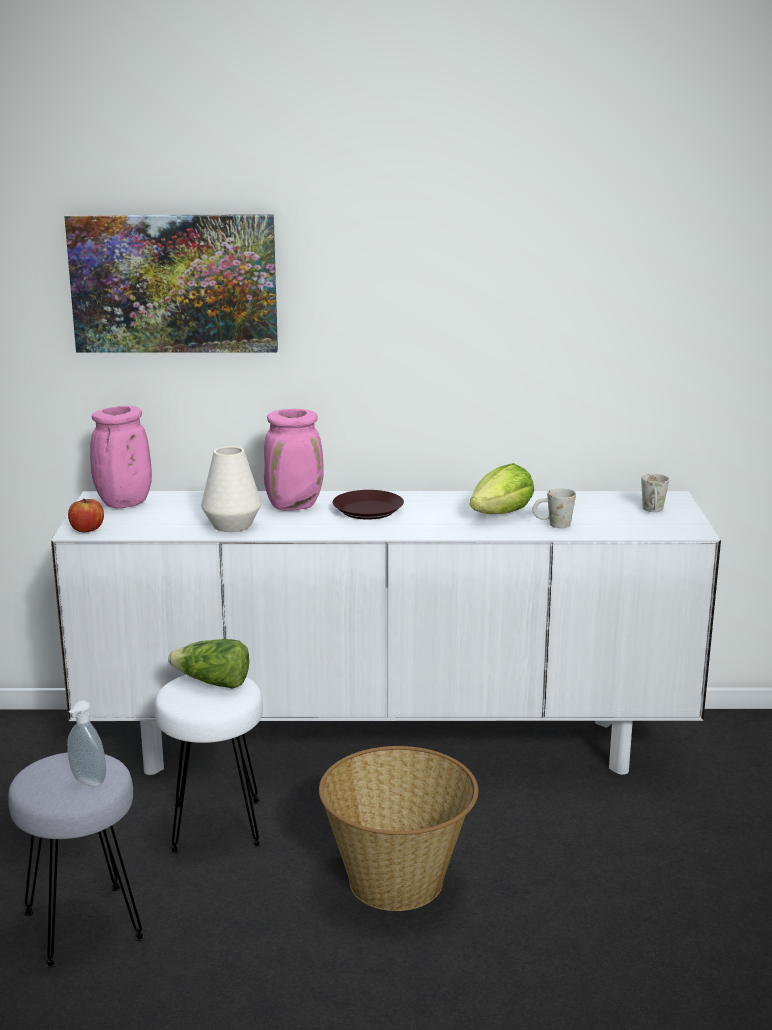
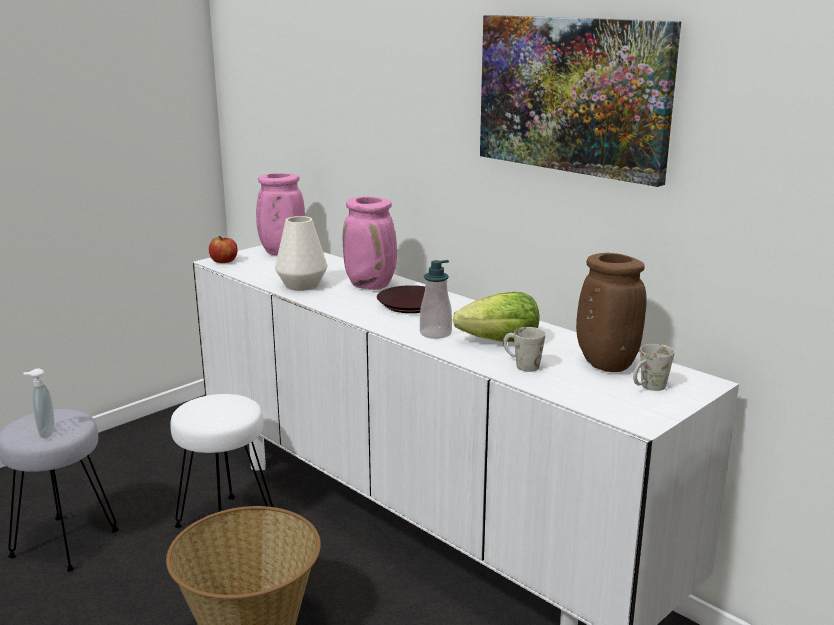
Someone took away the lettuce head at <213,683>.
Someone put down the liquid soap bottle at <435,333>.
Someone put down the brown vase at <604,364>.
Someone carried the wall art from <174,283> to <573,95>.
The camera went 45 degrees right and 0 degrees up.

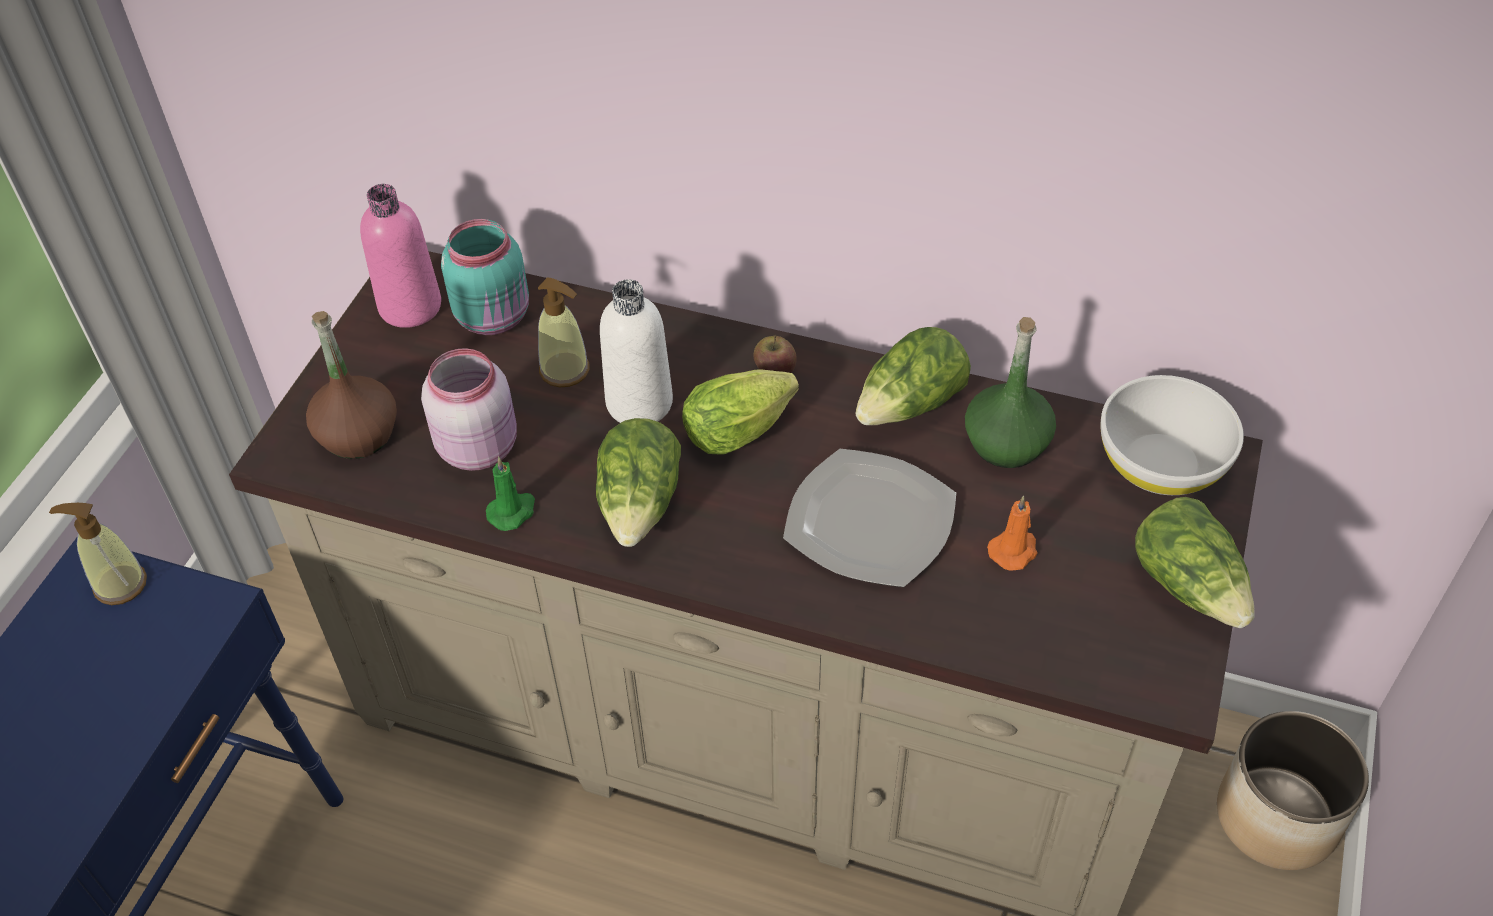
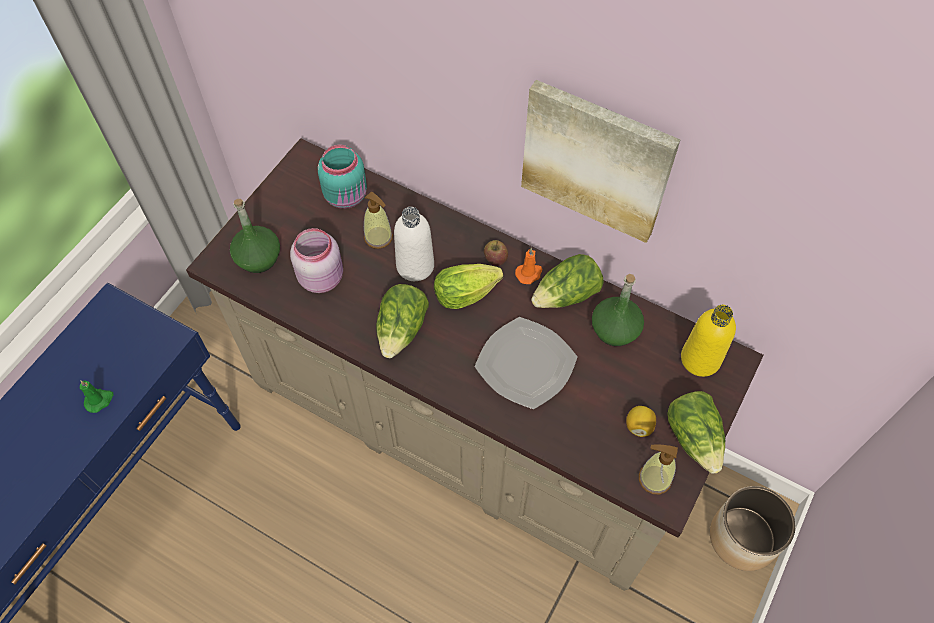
Someone took away the pinkish bottle at <410,306>.
Someone put up the wall art at <596,160>.
Someone put down the citrus fruit at <638,426>.
Someone carried the liquid soap bottle from <120,584> to <654,478>.
Someone carried the greenish candle from <512,511> to <99,400>.
Someone carried the orange candle from <1014,550> to <529,273>.
Someone swapped the white bowl at <1161,464> for the yellow-coloured bottle at <700,359>.
Someone repainted the brown bottle at <358,434>, which became the greenish bottle at <258,258>.
The camera went 10 degrees right and 10 degrees up.

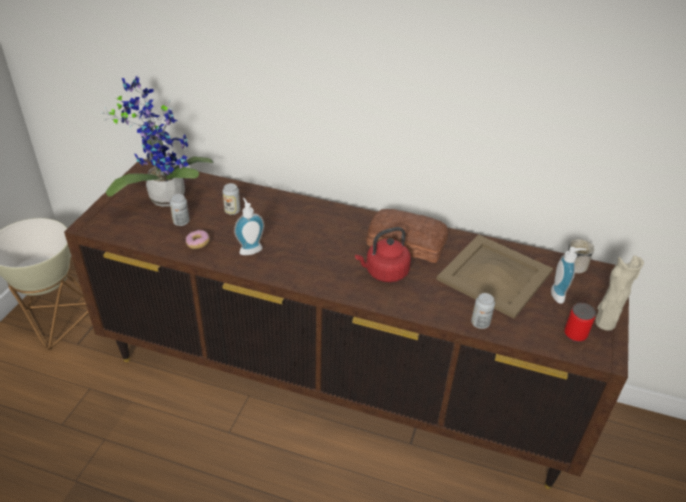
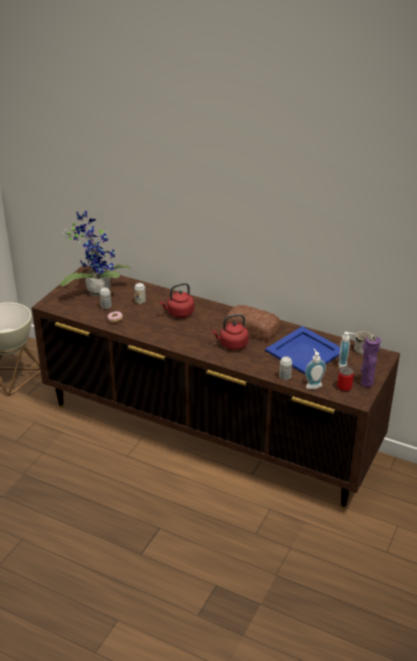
Someone put down the red water kettle at <179,313>.
Someone carried the liquid soap bottle from <250,249> to <313,385>.
Someone repainted the beige tray at <496,275>, which became the blue-coloured tray at <305,351>.
Someone repainted the beige vase at <604,323>, which became the purplish vase at <366,382>.
The camera went 10 degrees right and 5 degrees down.

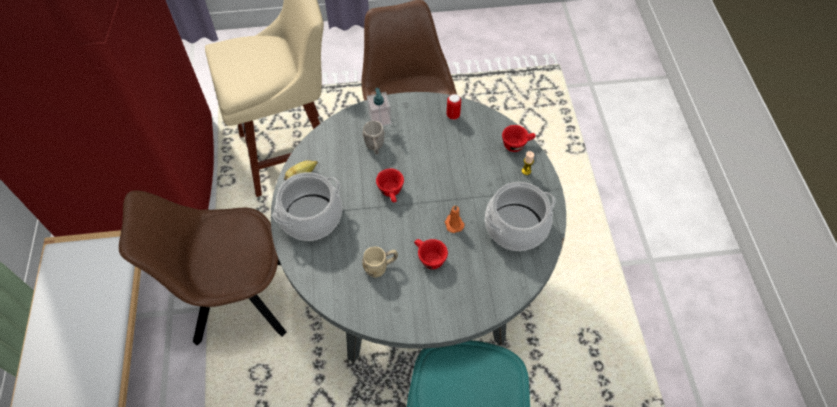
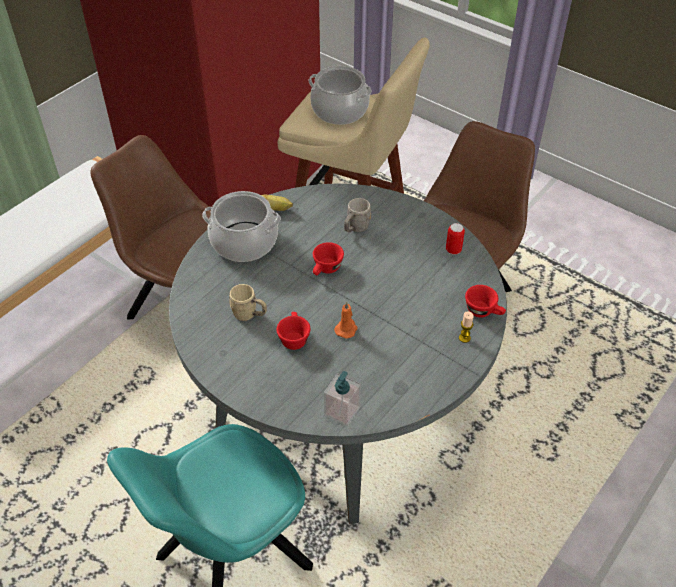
Someone carried the liquid soap bottle from <380,119> to <342,411>.
Someone carried the cooking pot from <516,226> to <340,110>.
The camera went 45 degrees right and 10 degrees down.

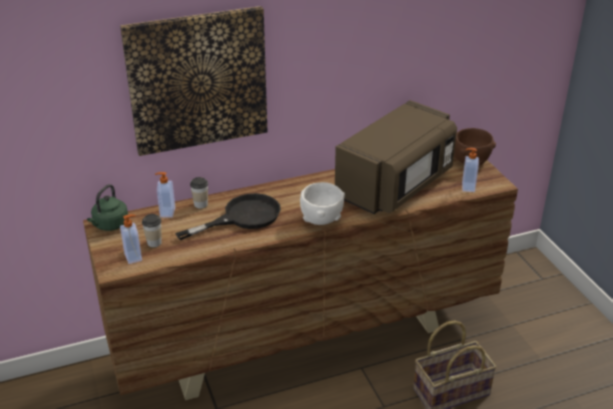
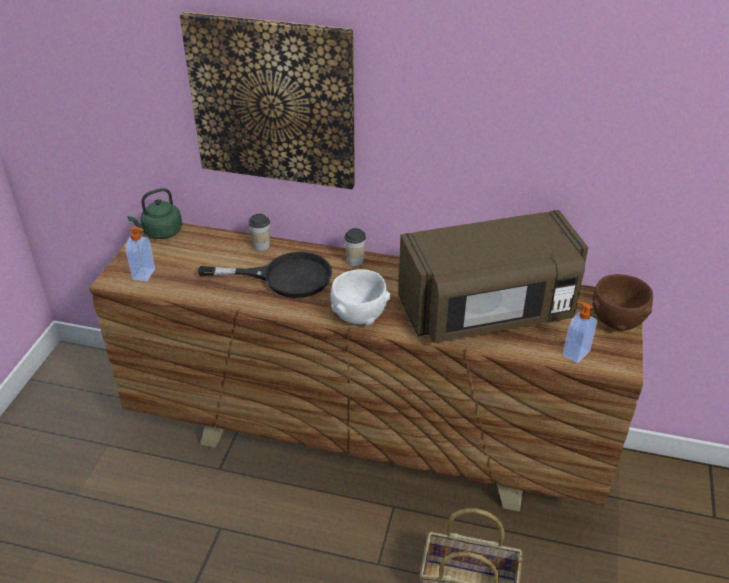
Someone took away the liquid soap bottle at <167,212>.
Someone carried the drinking cup from <154,242> to <355,261>.
The camera went 35 degrees right and 5 degrees up.

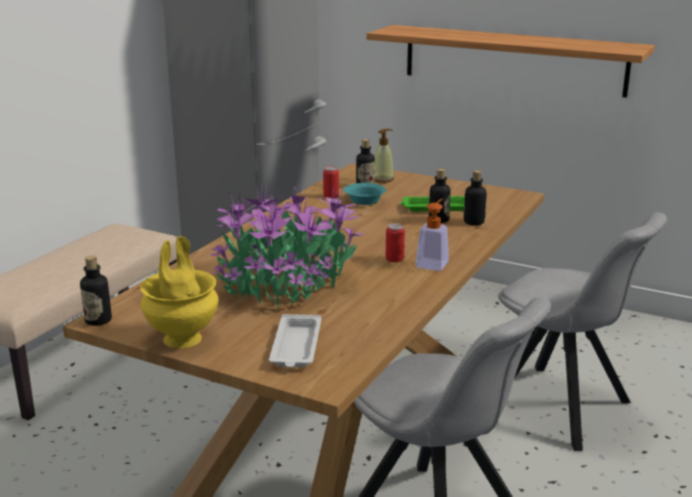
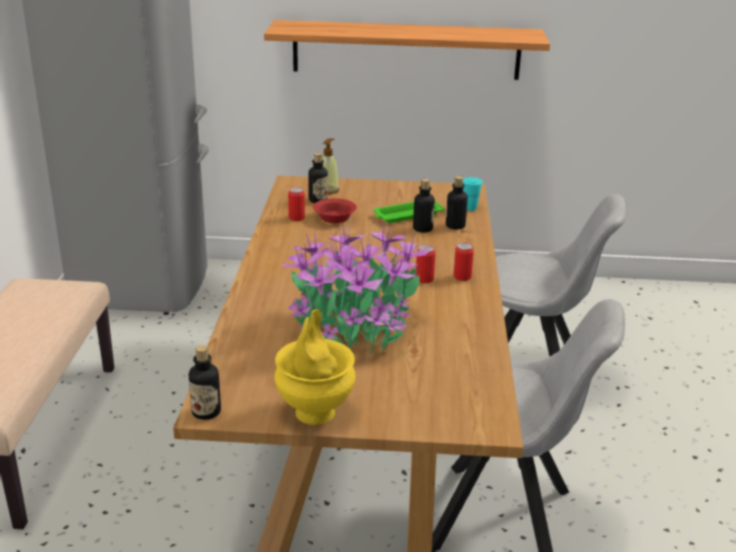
Someone took away the white tray at <296,347>.
Someone put down the blue-green drinking cup at <470,208>.
Someone swapped the liquid soap bottle at <433,263> for the metal can at <462,277>.
Someone repainted the blue-green bowl at <363,201>, which became the red bowl at <333,218>.
The camera went 25 degrees left and 5 degrees up.

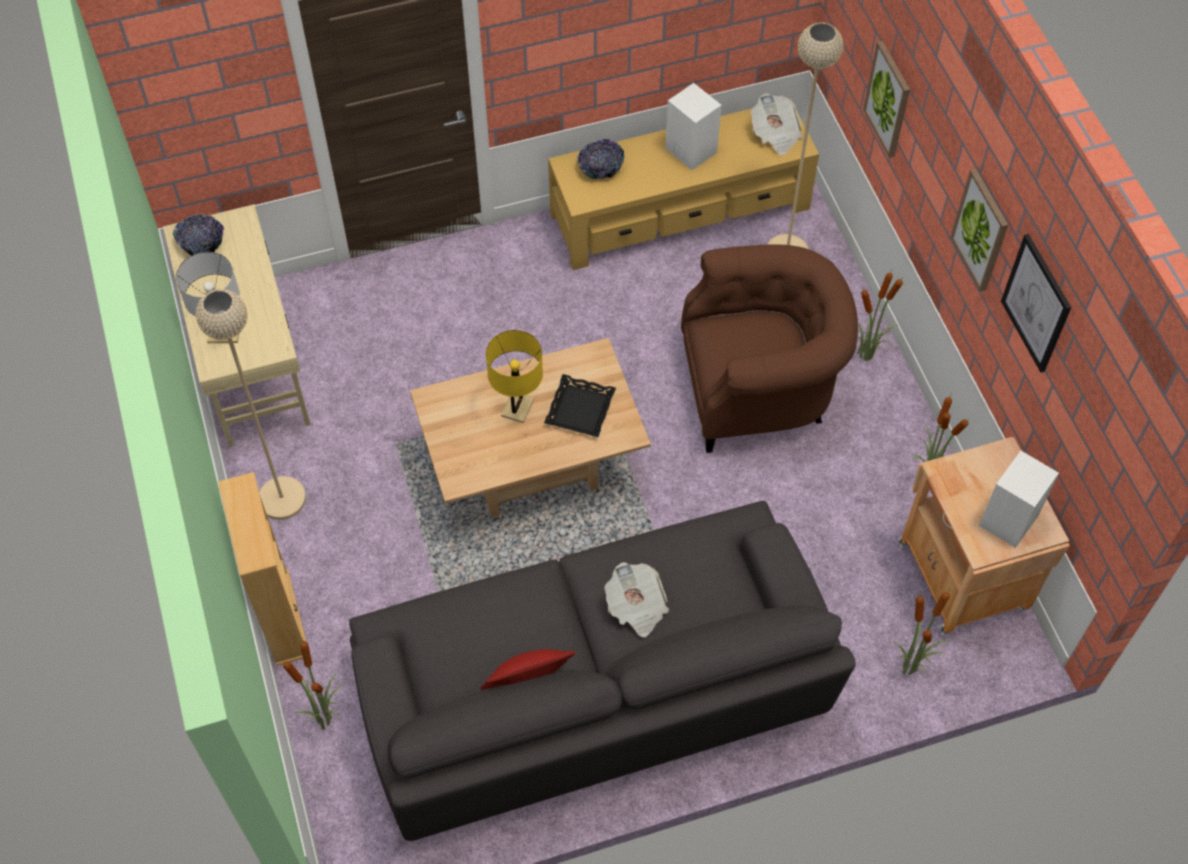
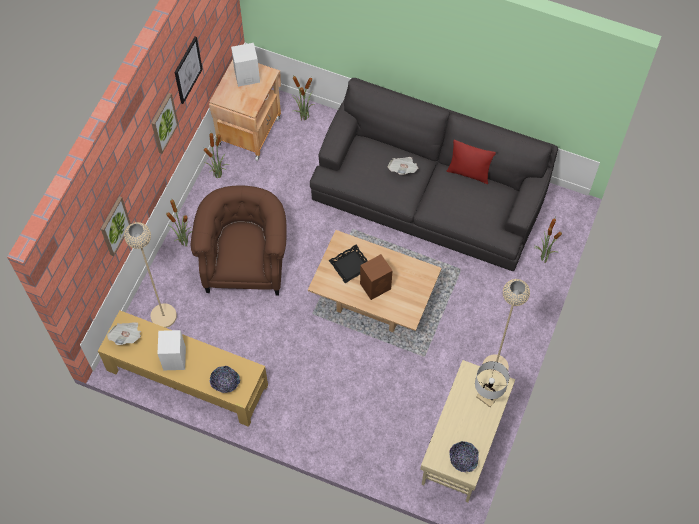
Someone took away the beige bookshelf at <281,617>.
Someone swapped the yellow-coloured table lamp at <517,408> for the brown audio speaker at <376,286>.
Someone rotated the brown lounge chair at <759,391> by 60 degrees clockwise.
The camera went 140 degrees left and 5 degrees up.

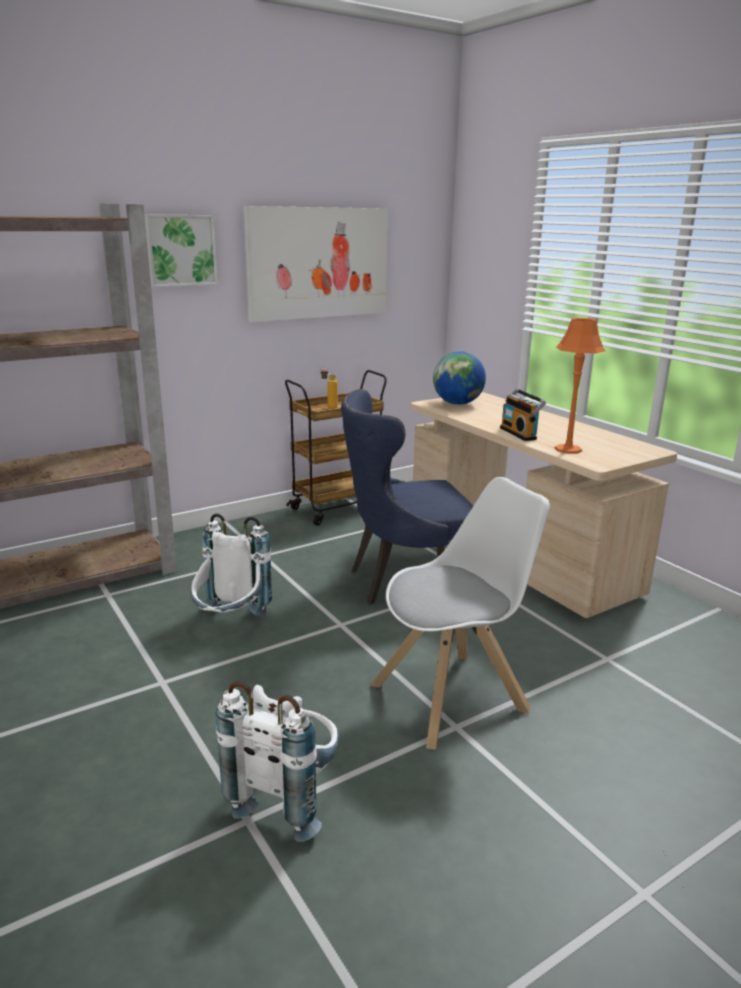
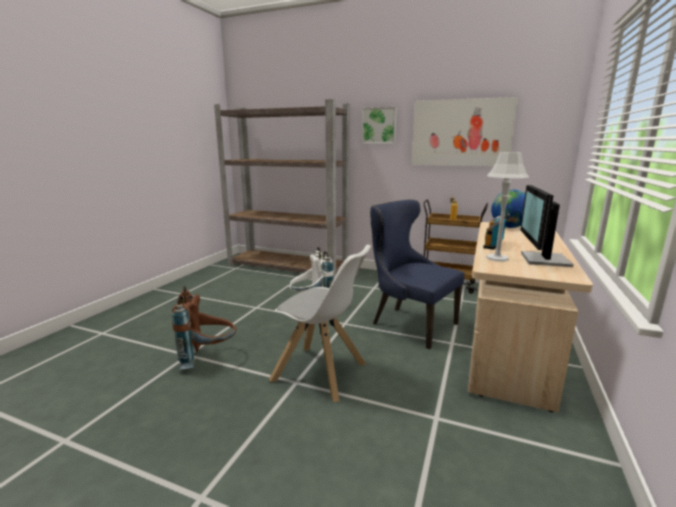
Someone put down the computer display at <543,260>.
Someone repainted the white knapsack at <287,796>, which became the brown knapsack at <208,357>.
Someone repainted the orange table lamp at <568,449>, which became the greyish table lamp at <497,258>.
The camera went 55 degrees right and 5 degrees down.

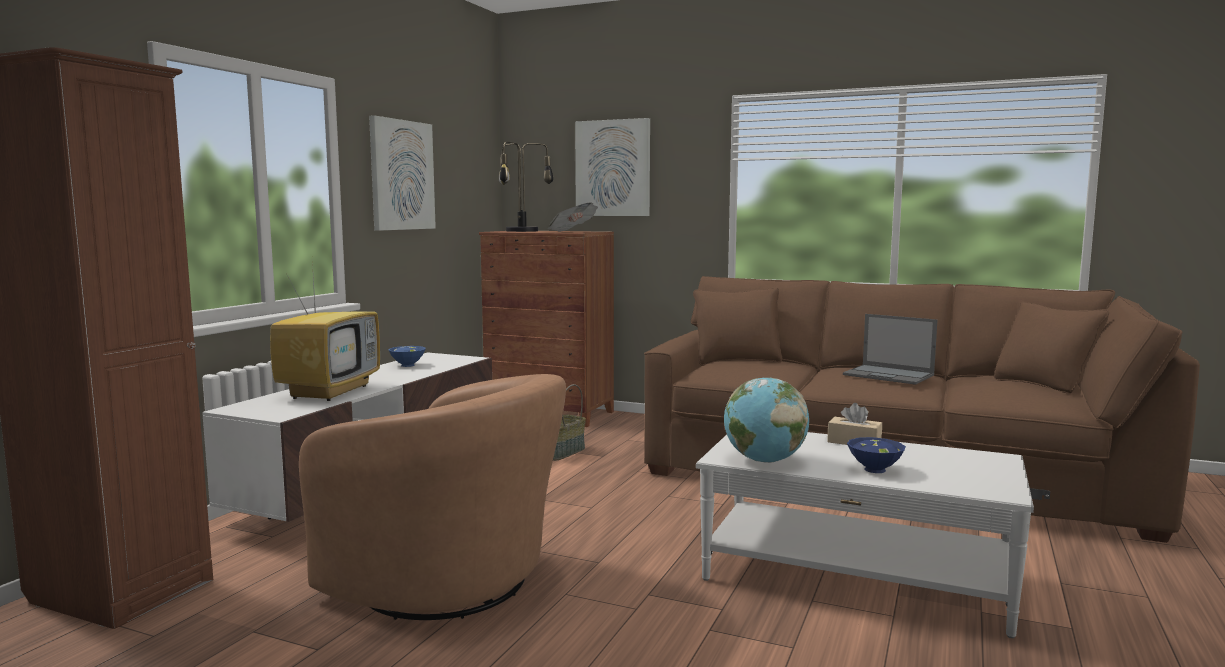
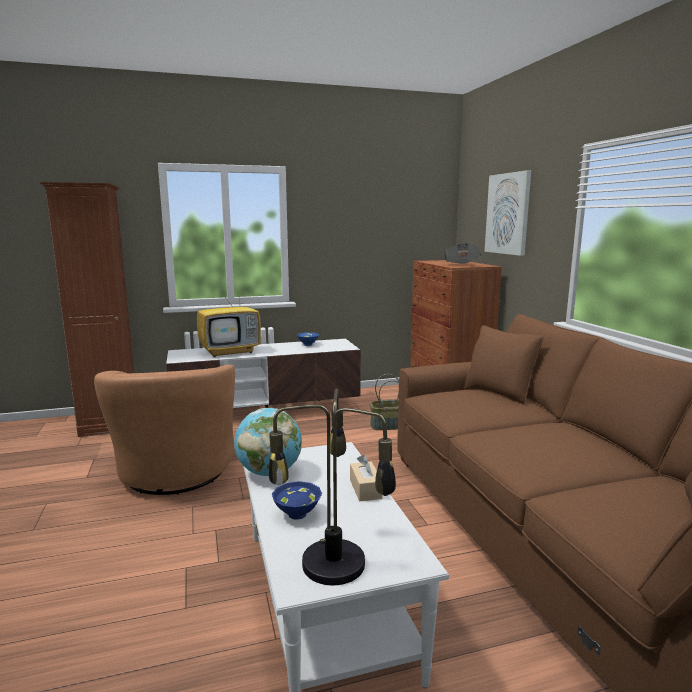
Someone took away the wall art at <401,175>.
Someone took away the portable computer at <889,375>.
Someone carried the table lamp from <521,231> to <334,563>.
The camera went 50 degrees right and 5 degrees up.

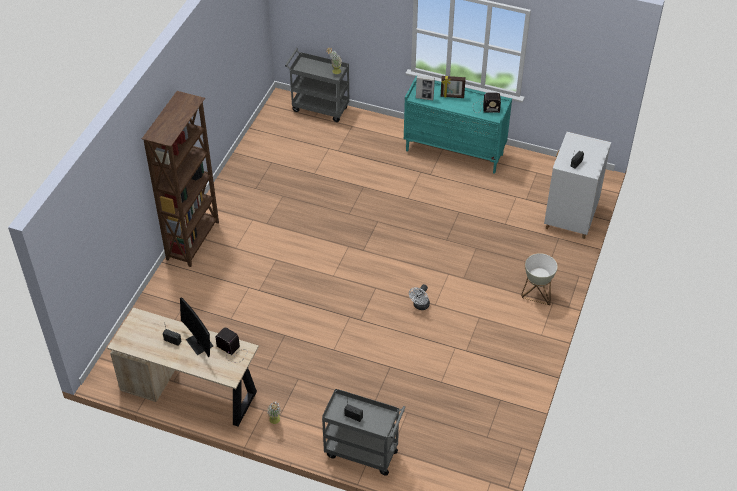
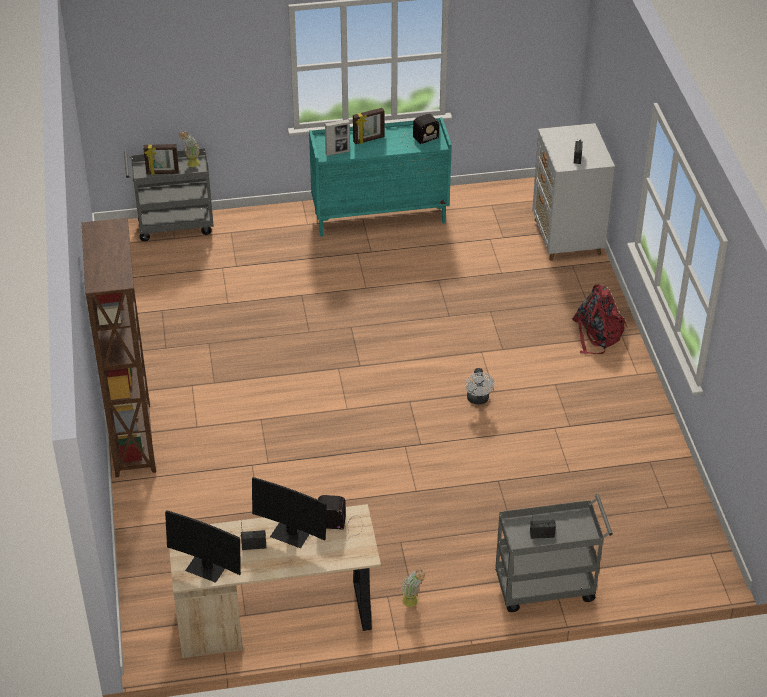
Someone put down the standing frame at <162,173>.
Someone put down the computer display at <207,567>.
Someone swapped the plant pot at <536,294> for the red knapsack at <597,334>.
The camera went 30 degrees left and 5 degrees down.

